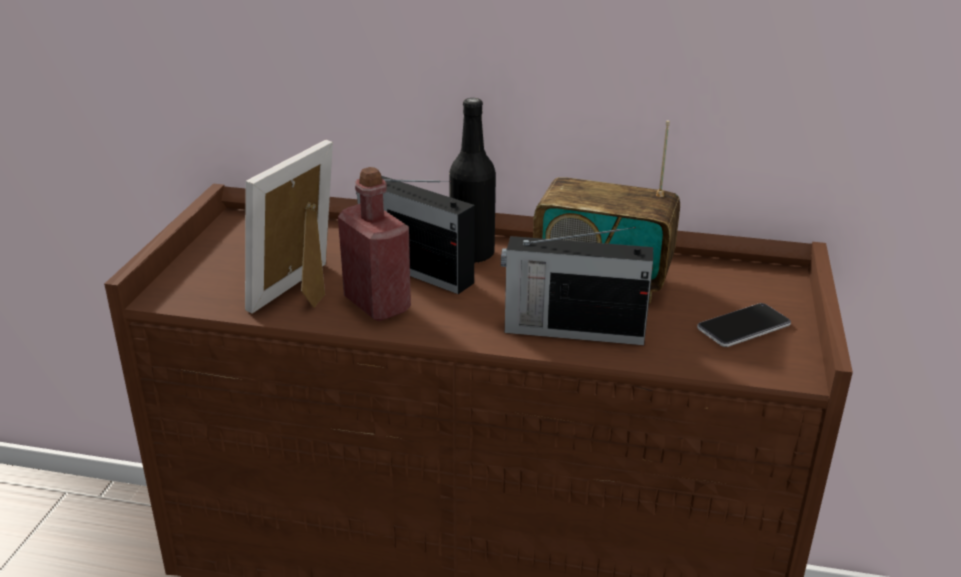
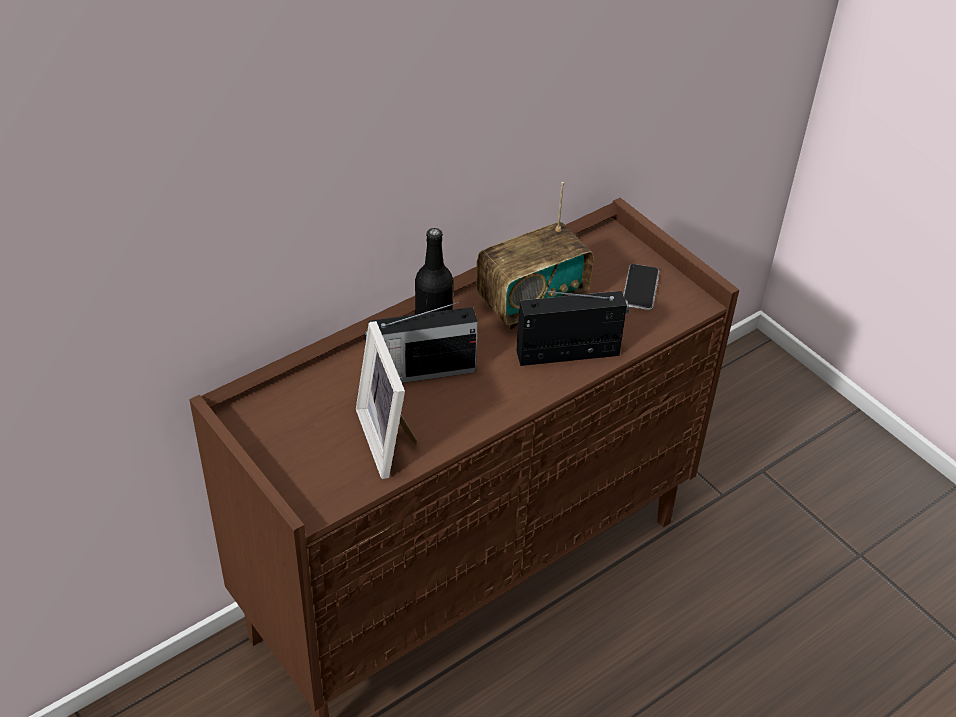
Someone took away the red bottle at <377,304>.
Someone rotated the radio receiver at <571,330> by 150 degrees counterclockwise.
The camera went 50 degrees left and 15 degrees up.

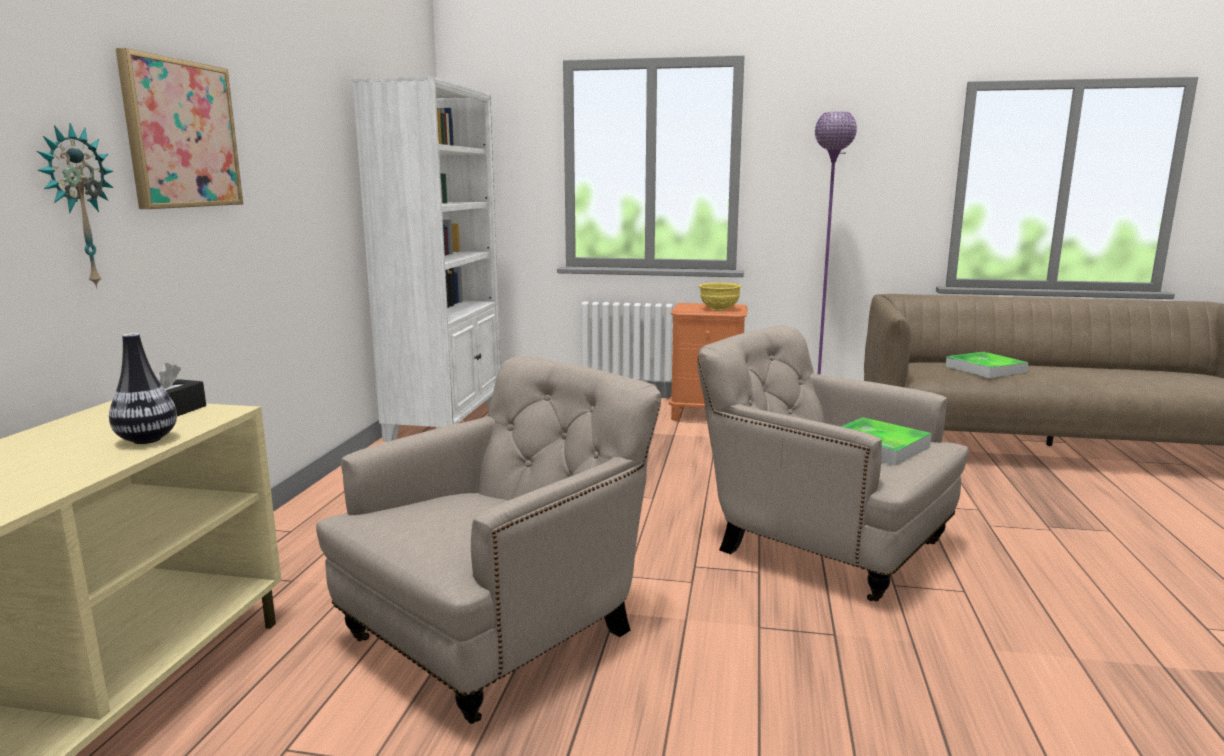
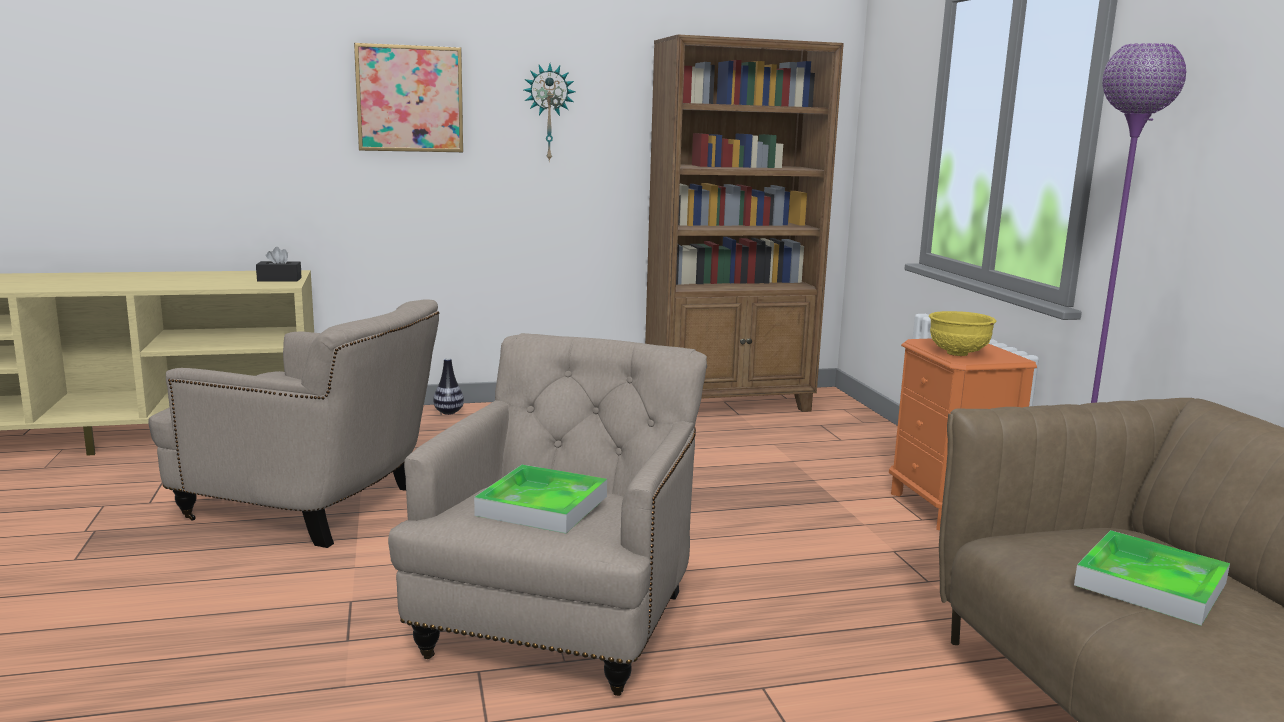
Someone carried the wall clock from <77,207> to <548,113>.
Someone carried the vase from <147,440> to <448,412>.
Someone repainted the white bookshelf at <447,421>, which became the brown bookshelf at <729,404>.
The camera went 65 degrees right and 0 degrees up.

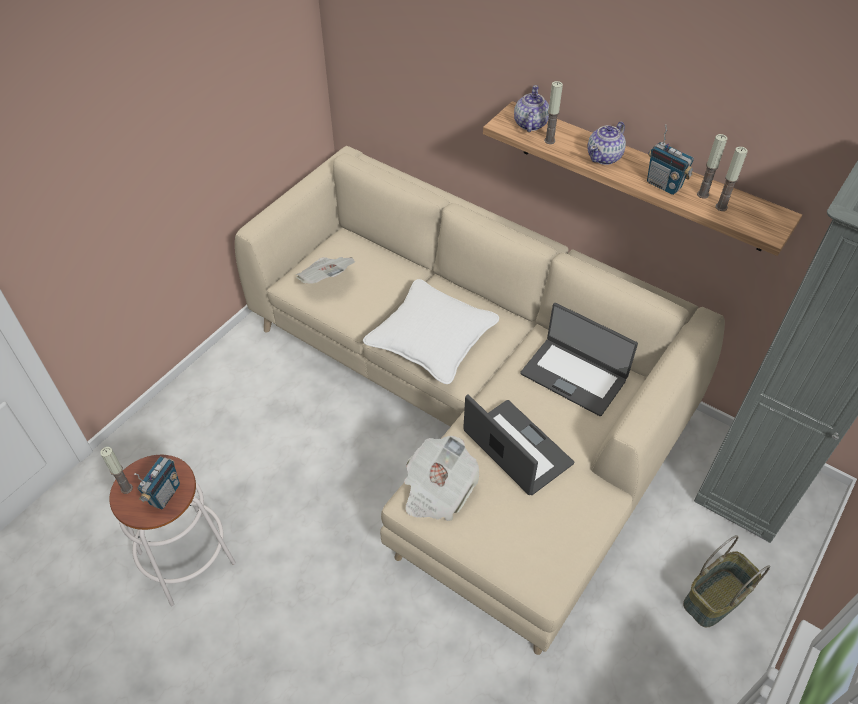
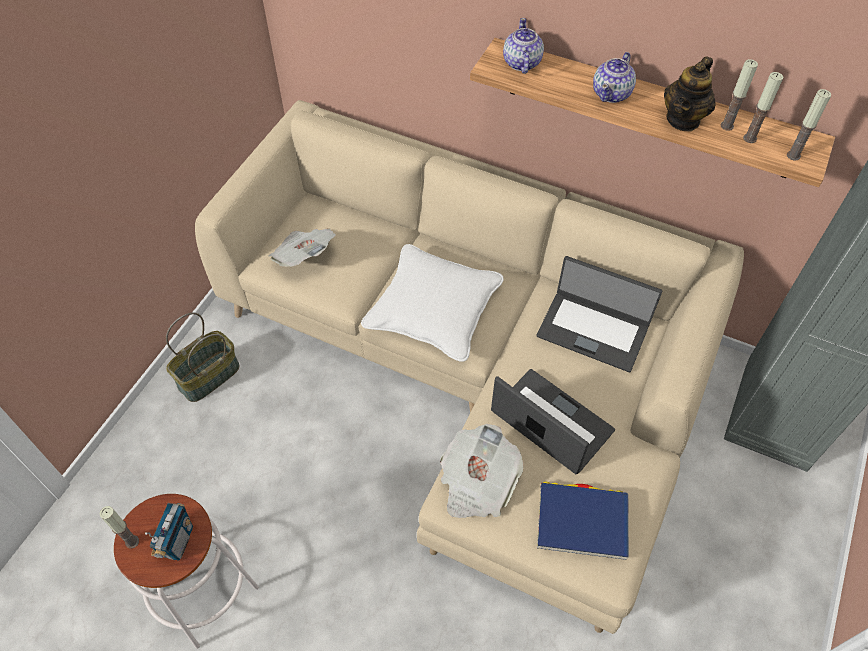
Someone put down the blue-coloured volume at <582,522>.
Someone carried the candle from <549,140> to <793,155>.
Someone carried the household basket from <715,599> to <209,377>.
Someone swapped the radio receiver at <664,185> for the tea pot at <683,119>.
The camera went 10 degrees left and 5 degrees up.

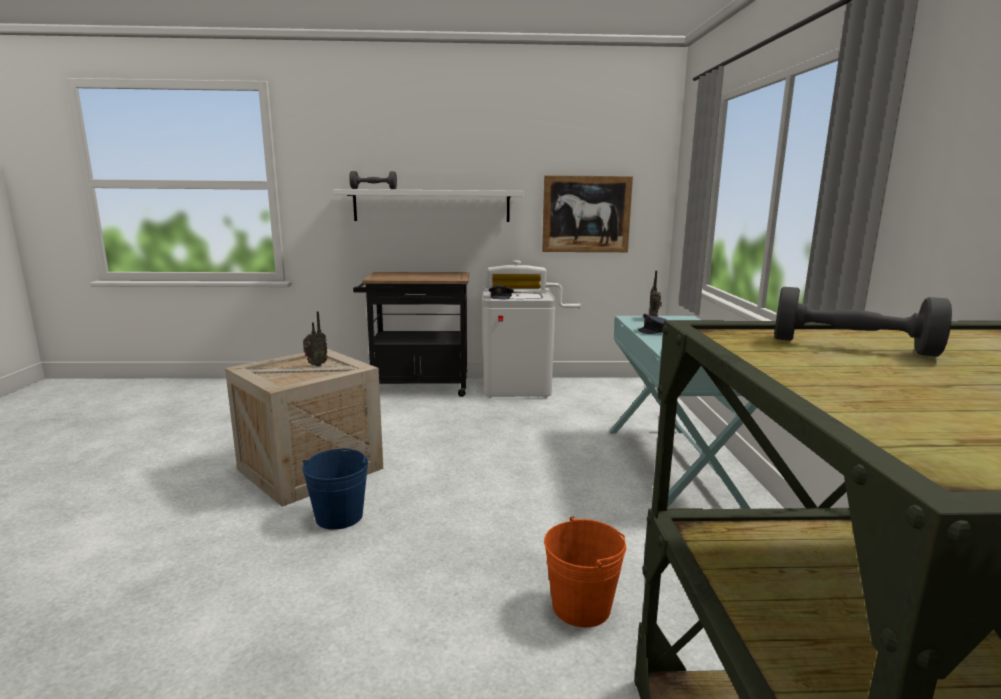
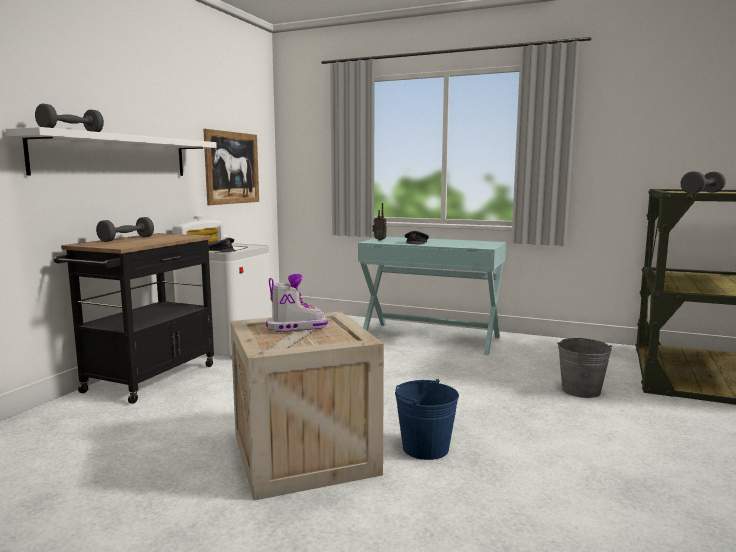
Someone put down the greyish dumbbell at <126,239>.
Someone swapped the radio receiver at <315,365> for the high-top boot at <296,327>.
Someone repainted the orange pail at <581,606>, which became the greyish pail at <581,390>.
The camera went 65 degrees left and 5 degrees down.

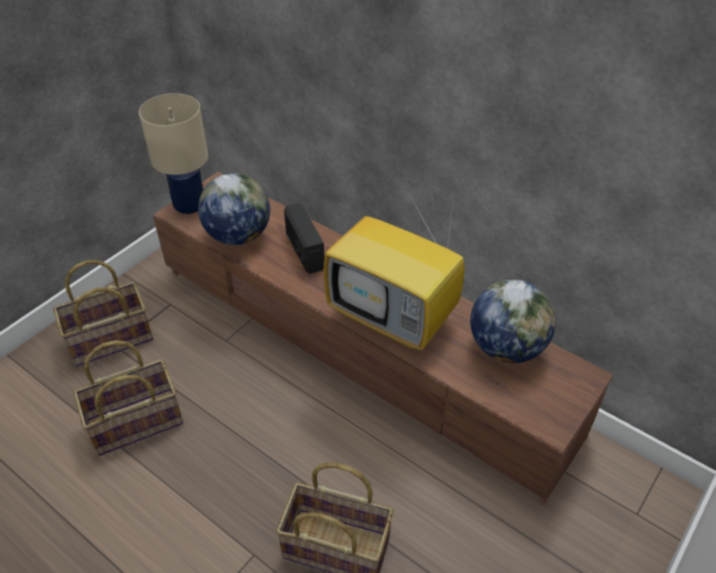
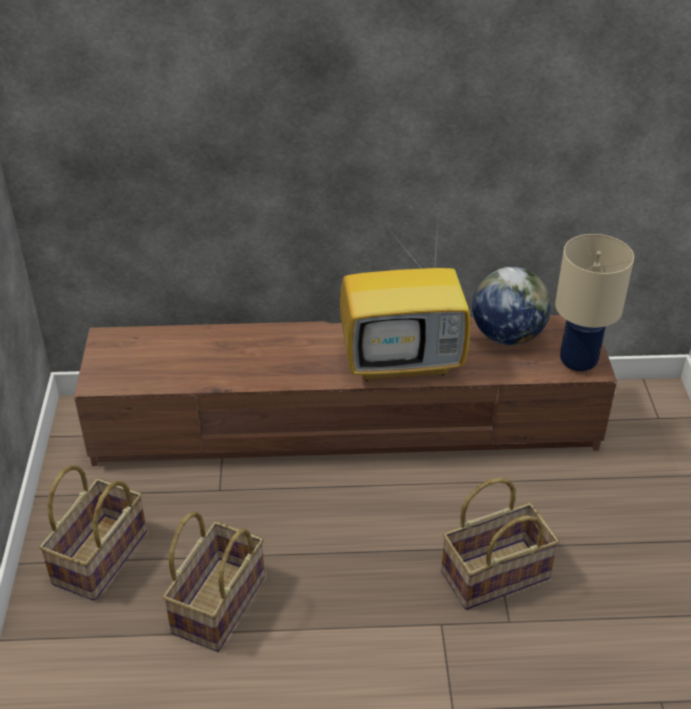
Someone took away the globe at <238,236>.
Someone took away the radio receiver at <304,251>.
Someone carried the beige table lamp from <190,207> to <578,362>.
The camera went 40 degrees left and 5 degrees down.

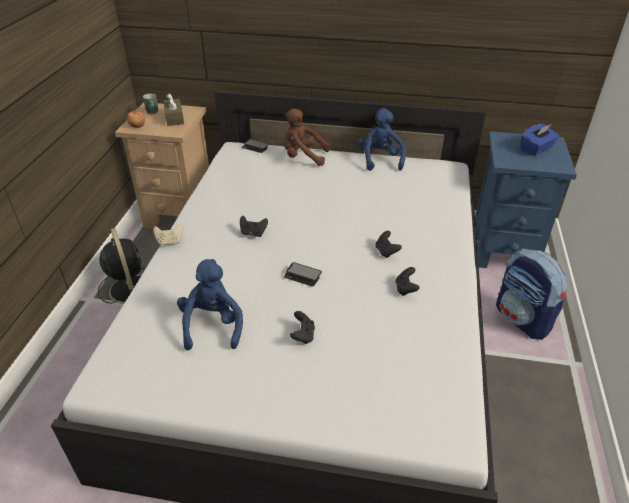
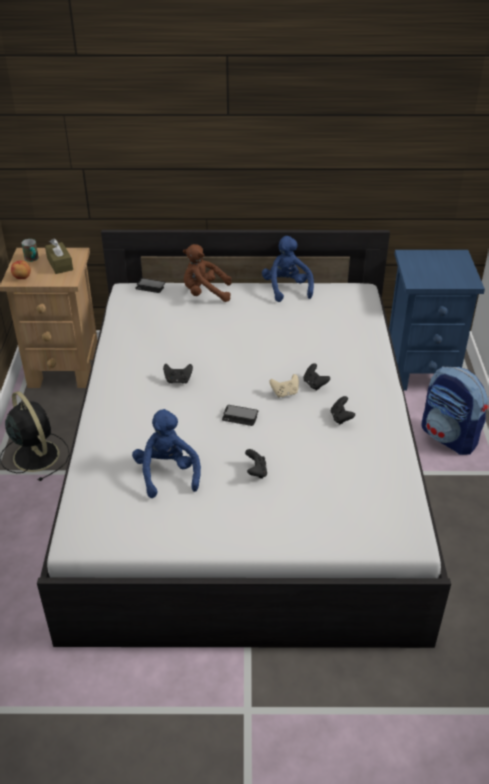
Someone took away the blue-coloured box of tissues at <536,149>.
Someone carried the beige gamepad from <170,241> to <285,393>.
The camera went 10 degrees left and 0 degrees up.

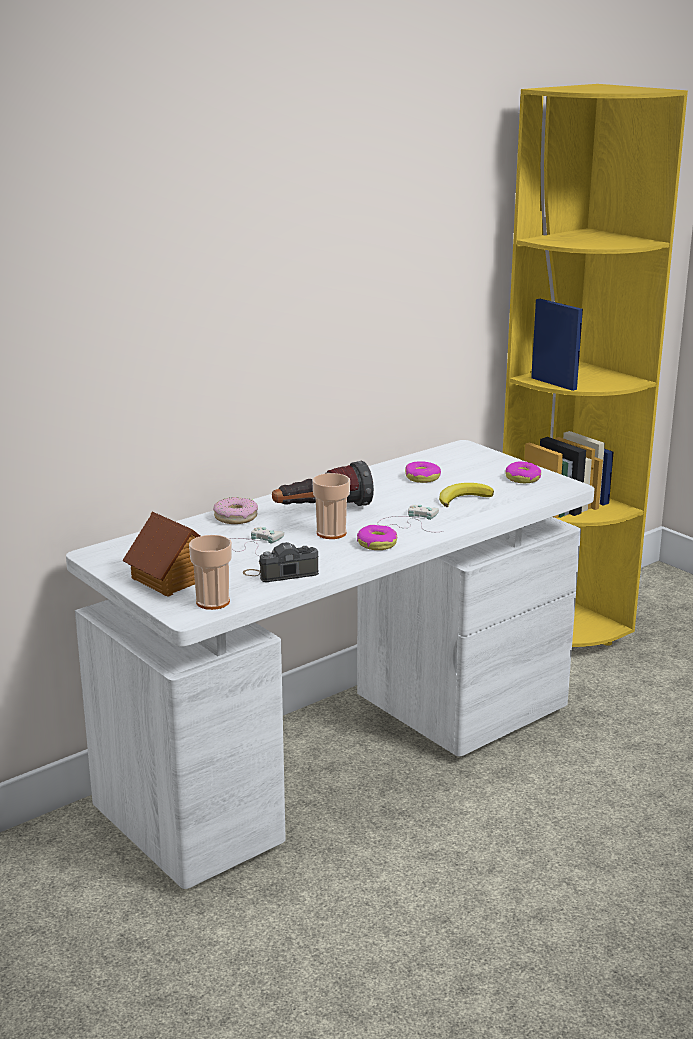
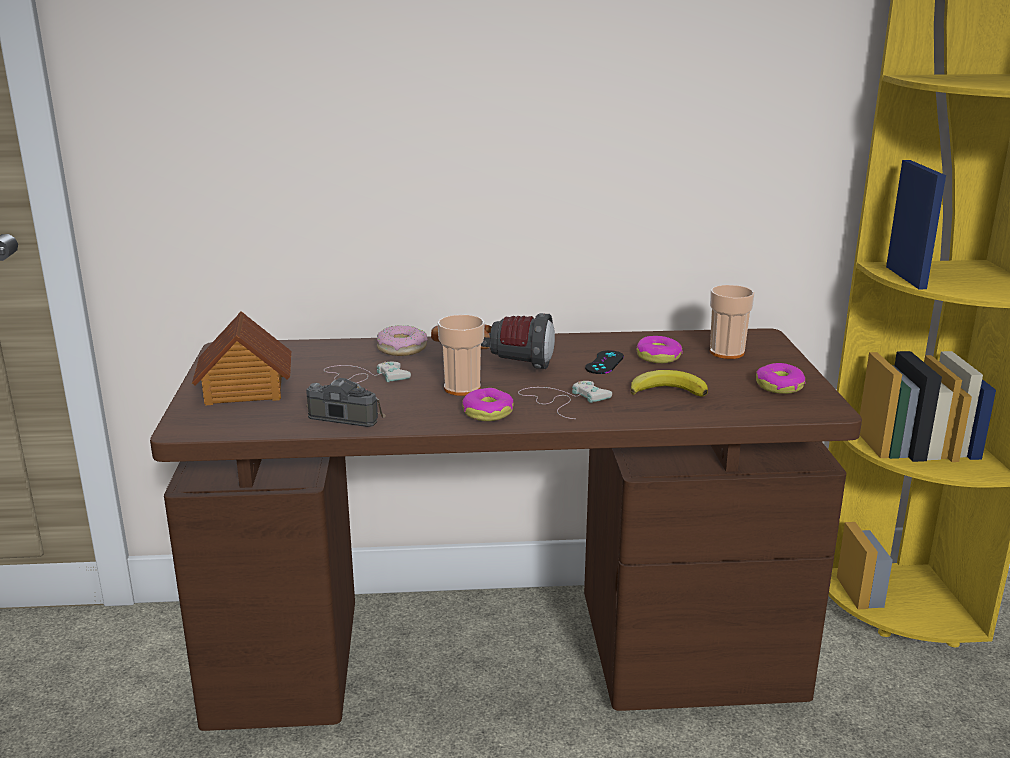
Someone put down the black gamepad at <604,362>.
Someone carried the drinking cup from <213,602> to <727,352>.
Someone repainted the white desk unit at <345,758>, which became the brown desk unit at <504,659>.
The camera went 35 degrees right and 0 degrees up.

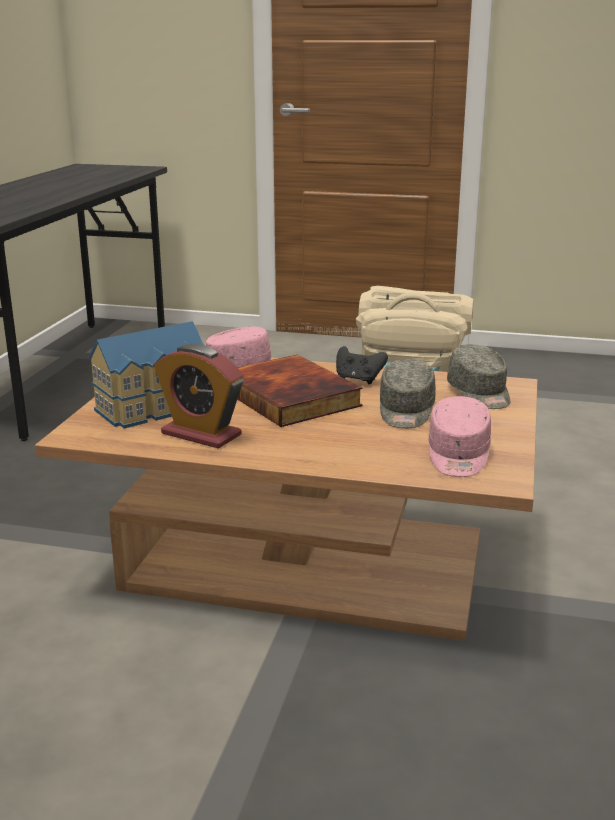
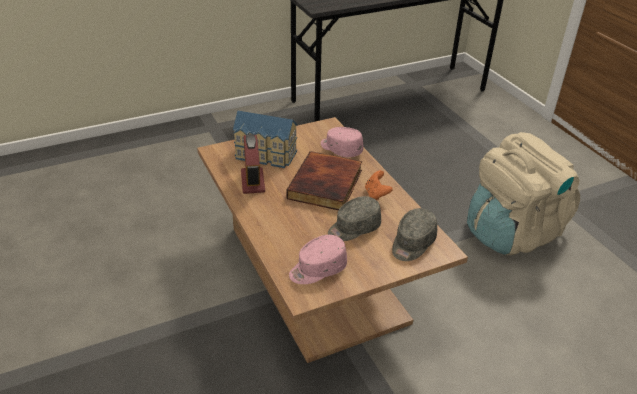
Someone repainted the black gamepad at <358,379>, which became the orange gamepad at <376,194>.
The camera went 50 degrees right and 15 degrees up.

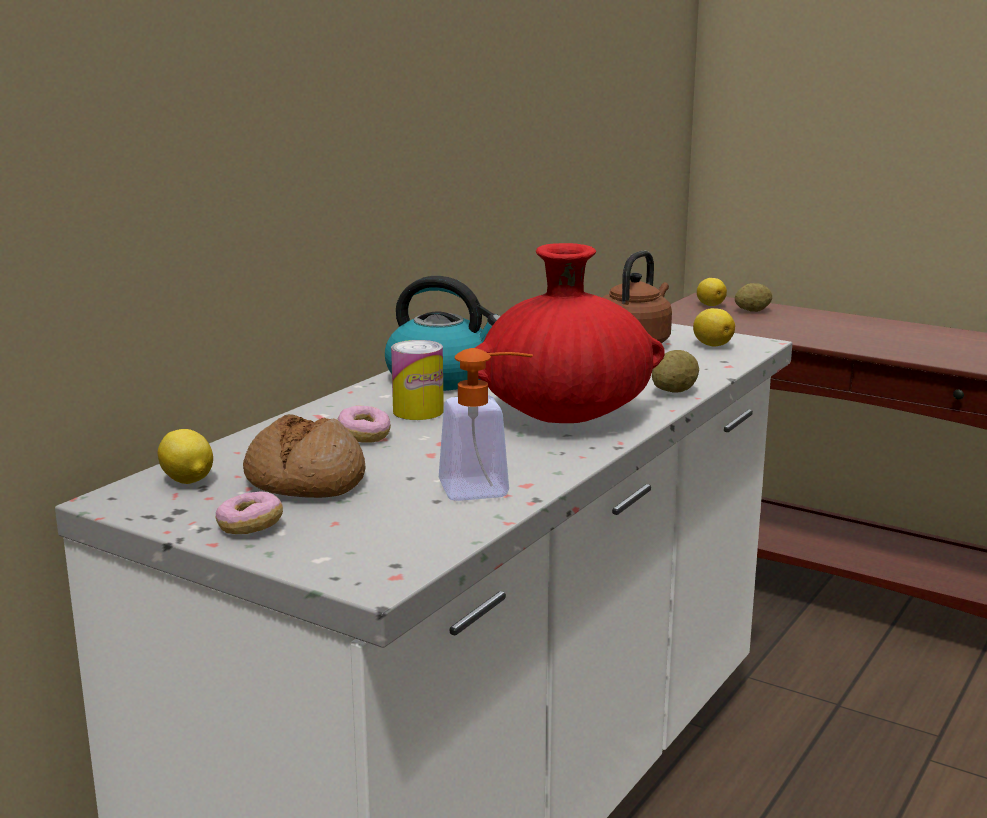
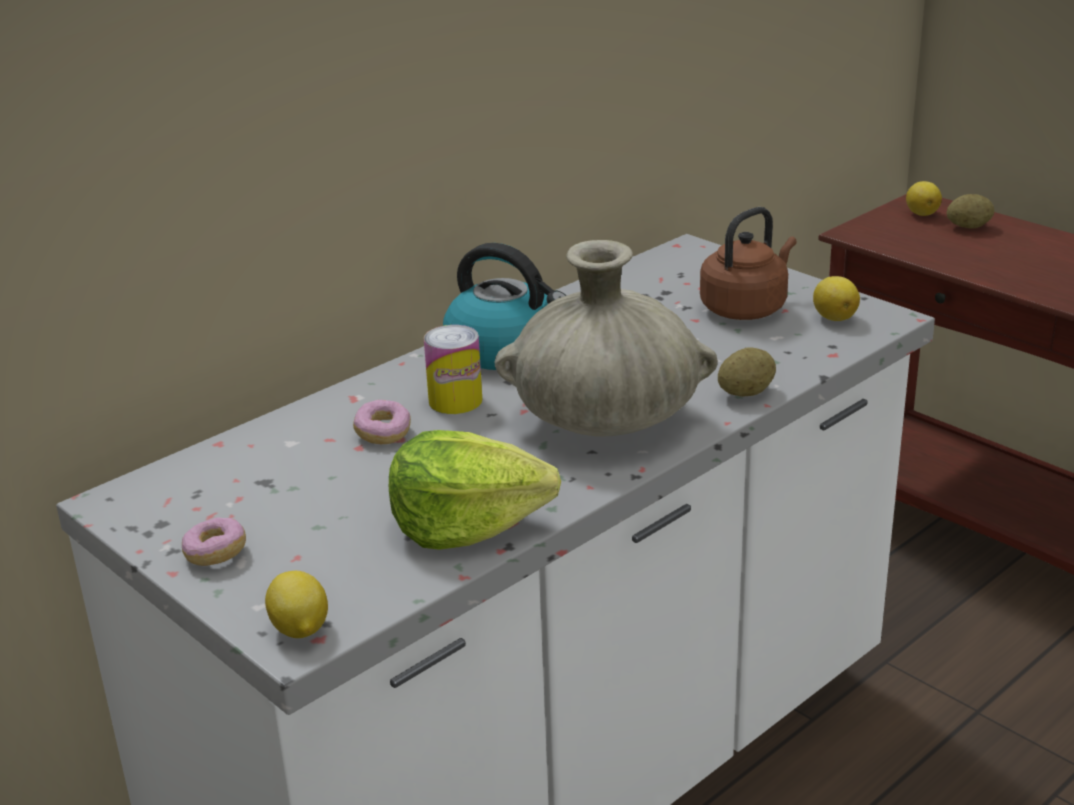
Someone took away the bread at <304,481>.
Someone carried the citrus fruit from <188,481> to <300,630>.
Someone swapped the liquid soap bottle at <487,488> for the lettuce head at <467,525>.
Someone repainted the red vase at <566,415>, which became the beige vase at <606,421>.
The camera went 15 degrees right and 10 degrees up.

